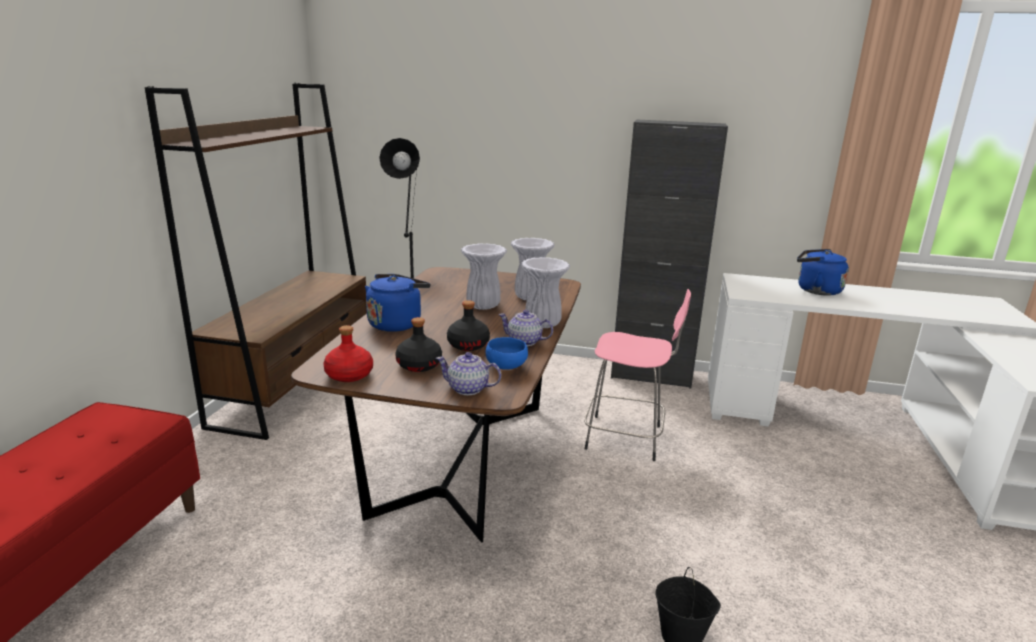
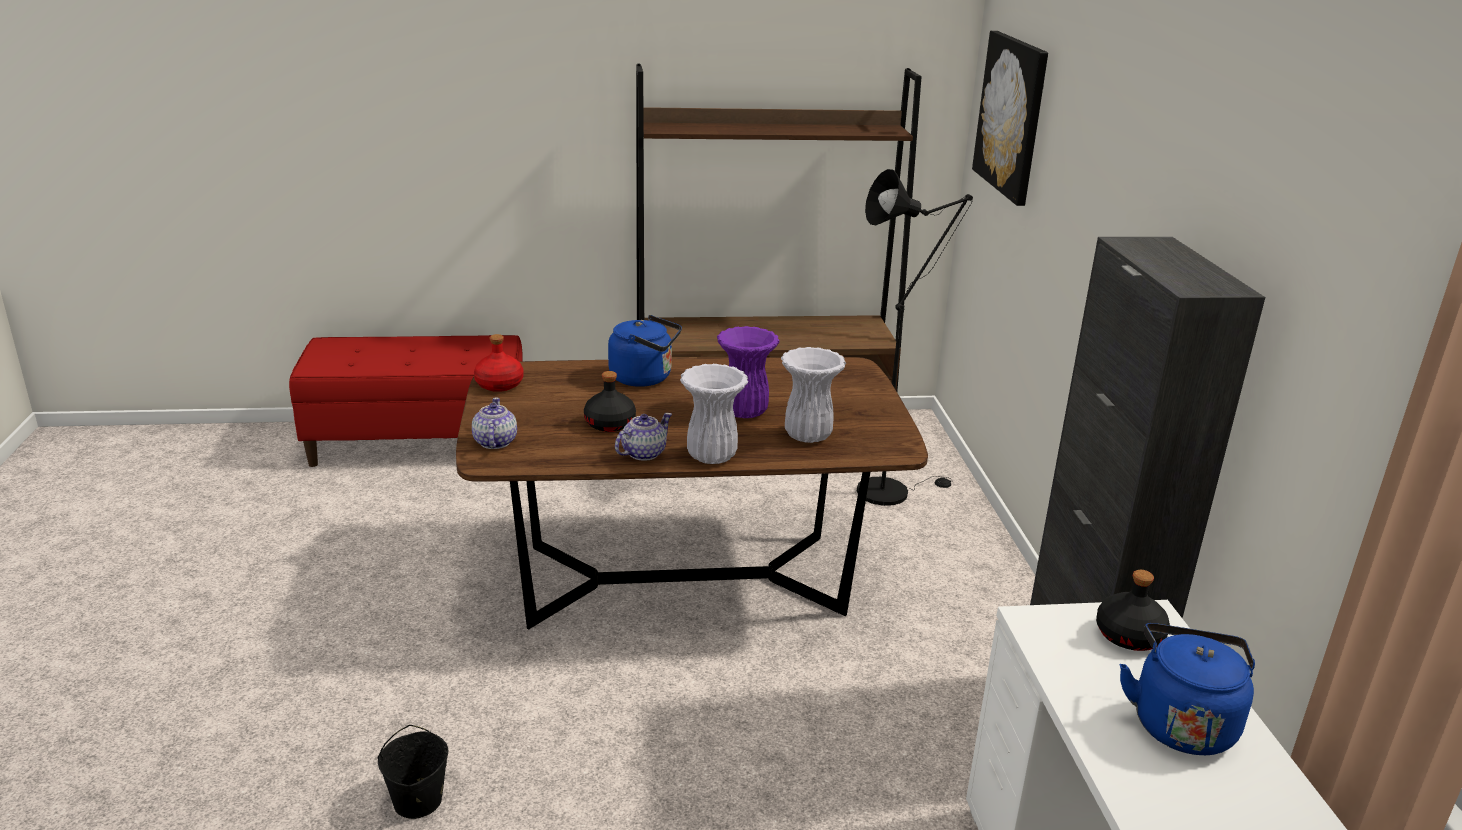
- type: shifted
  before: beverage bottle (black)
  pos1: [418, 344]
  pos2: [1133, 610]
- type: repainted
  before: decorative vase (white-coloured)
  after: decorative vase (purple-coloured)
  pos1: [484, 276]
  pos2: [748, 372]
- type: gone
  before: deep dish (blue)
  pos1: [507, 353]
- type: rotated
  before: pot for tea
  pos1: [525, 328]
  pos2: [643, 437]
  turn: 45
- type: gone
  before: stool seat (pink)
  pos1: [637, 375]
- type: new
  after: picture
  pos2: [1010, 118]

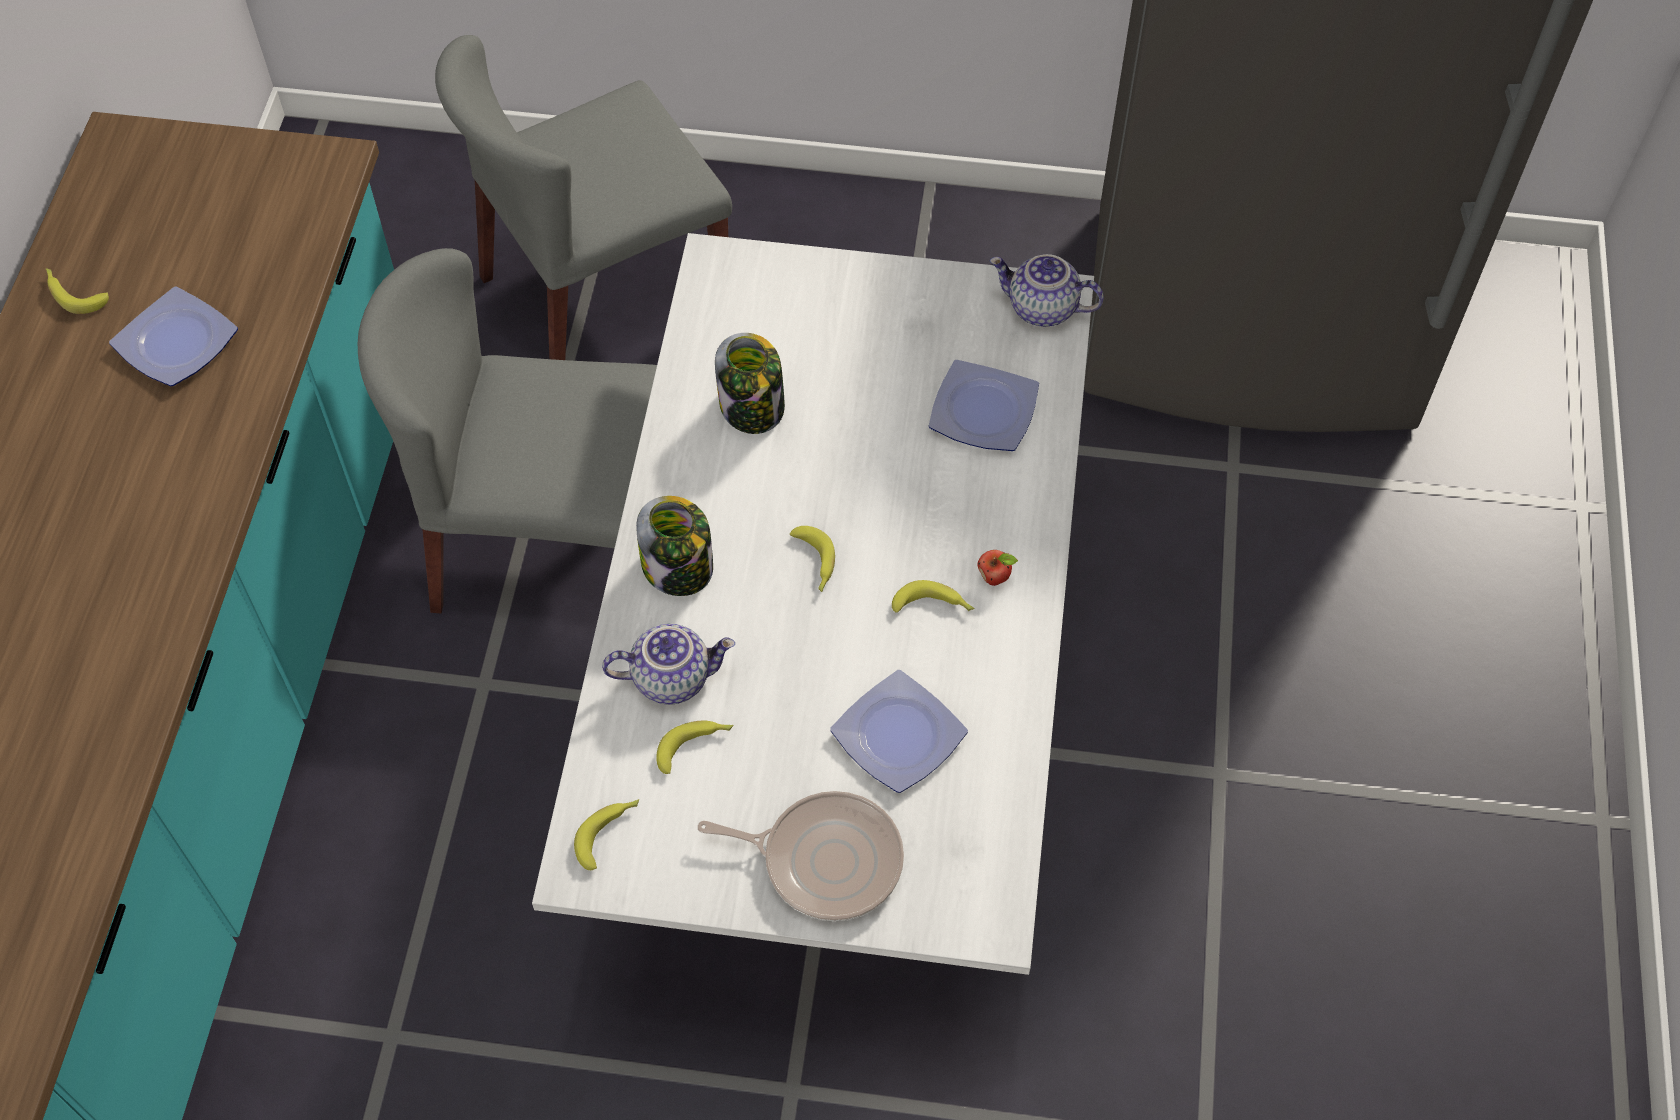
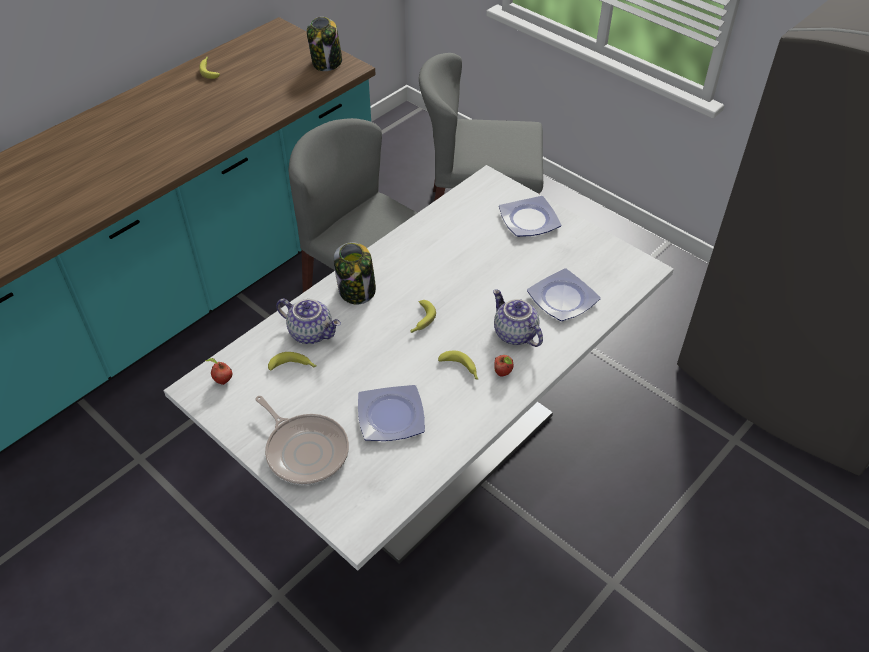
- type: shifted
  before: flat dish
  pos1: [173, 336]
  pos2: [530, 216]
- type: swapped
  before: banana
  after: apple fruit
  pos1: [606, 834]
  pos2: [218, 371]
- type: shifted
  before: jar
  pos1: [750, 383]
  pos2: [324, 44]
- type: shifted
  before: pot for tea
  pos1: [1046, 290]
  pos2: [518, 318]

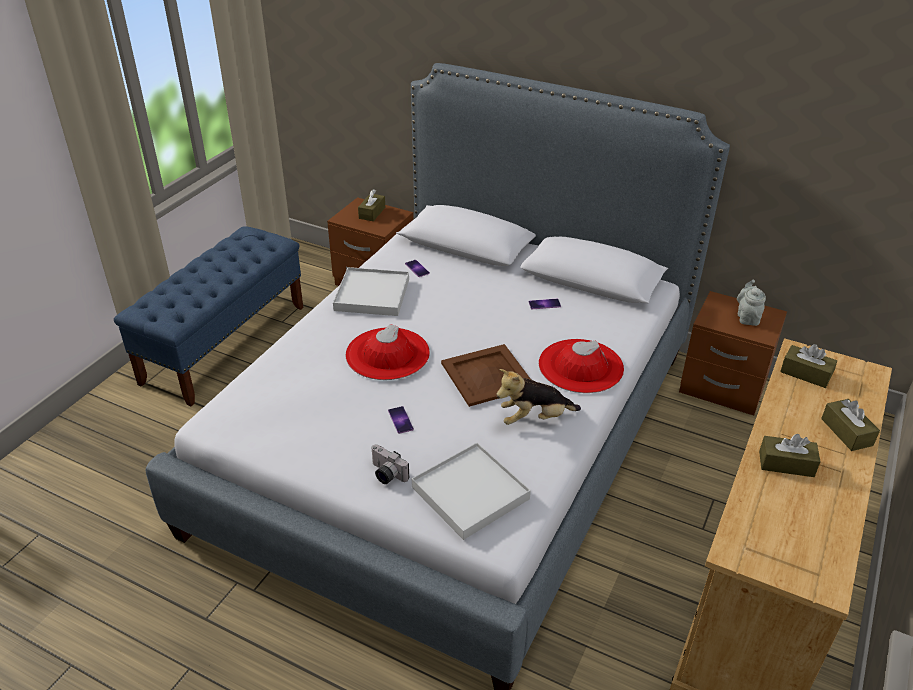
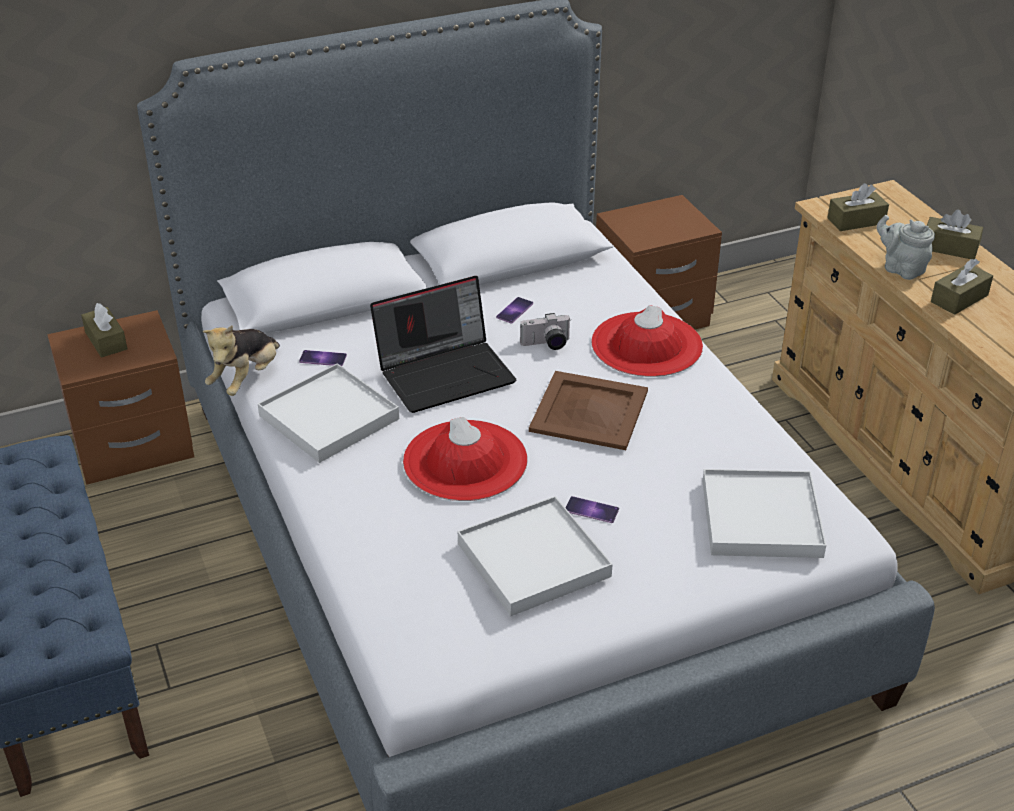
- type: shifted
  before: still camera
  pos1: [390, 464]
  pos2: [545, 331]
- type: shifted
  before: plush toy
  pos1: [538, 397]
  pos2: [241, 360]
- type: shifted
  before: pot for tea (gray)
  pos1: [751, 303]
  pos2: [906, 247]
- type: new
  after: notebook computer
  pos2: [443, 344]
- type: new
  after: carrying tray (white-coloured)
  pos2: [535, 556]

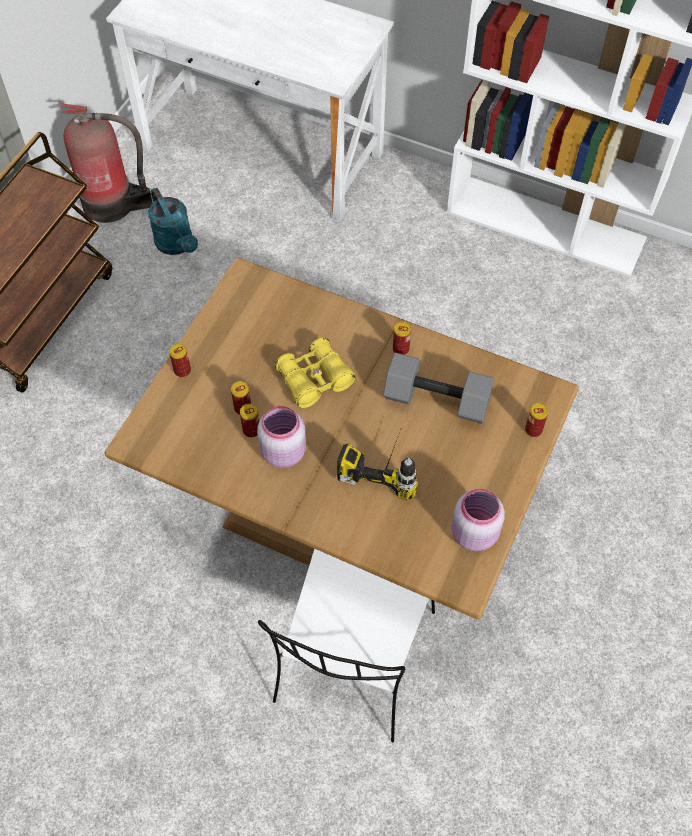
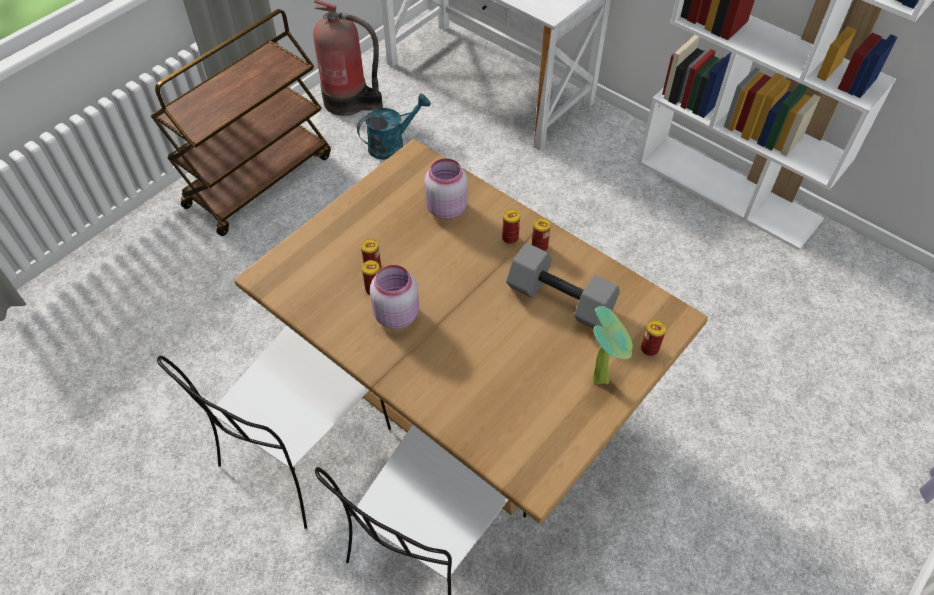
- type: rotated
  before: watering pot (blue-green)
  pos1: [173, 221]
  pos2: [394, 126]
  turn: -105
- type: shifted
  before: metal can
  pos1: [180, 360]
  pos2: [511, 226]
- type: gone
  before: binoculars (yellow-coloured)
  pos1: [315, 372]
- type: gone
  before: electric drill
  pos1: [377, 463]
- type: shifted
  before: jar (pink)
  pos1: [478, 520]
  pos2: [446, 189]
- type: new
  after: chair (white-coloured)
  pos2: [274, 427]
- type: new
  after: potted plant
  pos2: [613, 345]

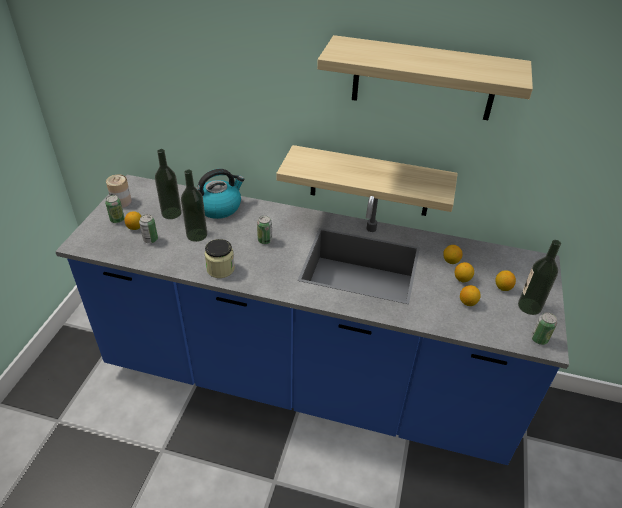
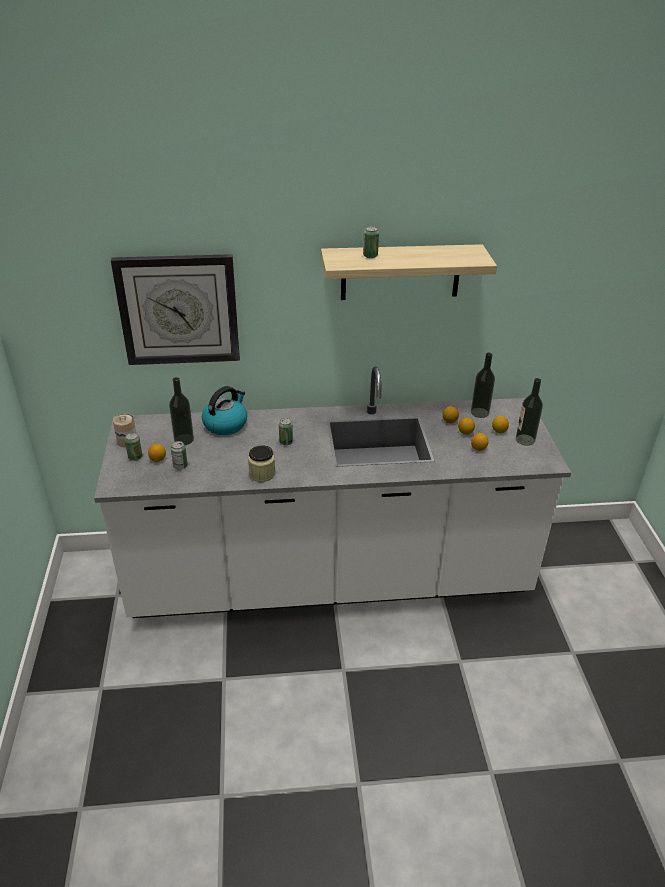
- type: repainted
  before: kitchen counter (blue)
  after: kitchen counter (white-coloured)
  pos1: [312, 320]
  pos2: [332, 492]
- type: shifted
  before: beverage bottle
  pos1: [194, 206]
  pos2: [483, 385]
- type: gone
  before: wall shelf
  pos1: [367, 180]
- type: shifted
  before: metal can
  pos1: [544, 328]
  pos2: [371, 242]
- type: new
  after: hanging clock
  pos2: [175, 309]

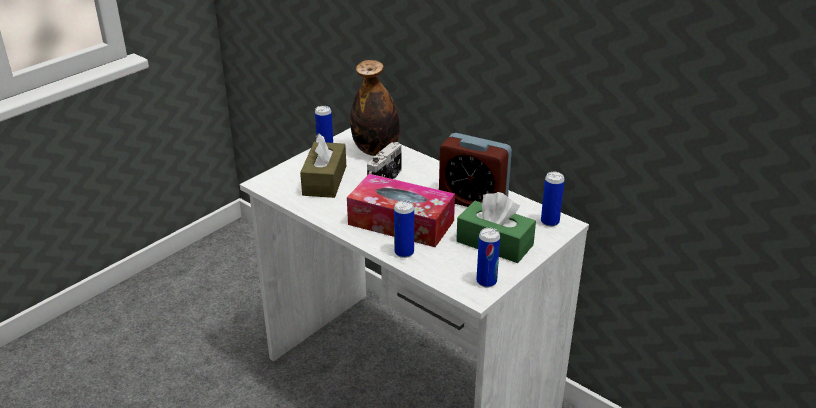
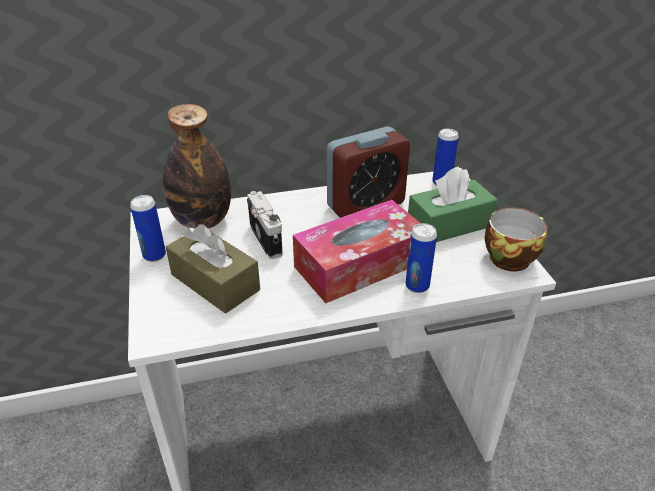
- type: swapped
  before: metal can
  after: drinking cup
  pos1: [488, 257]
  pos2: [516, 239]

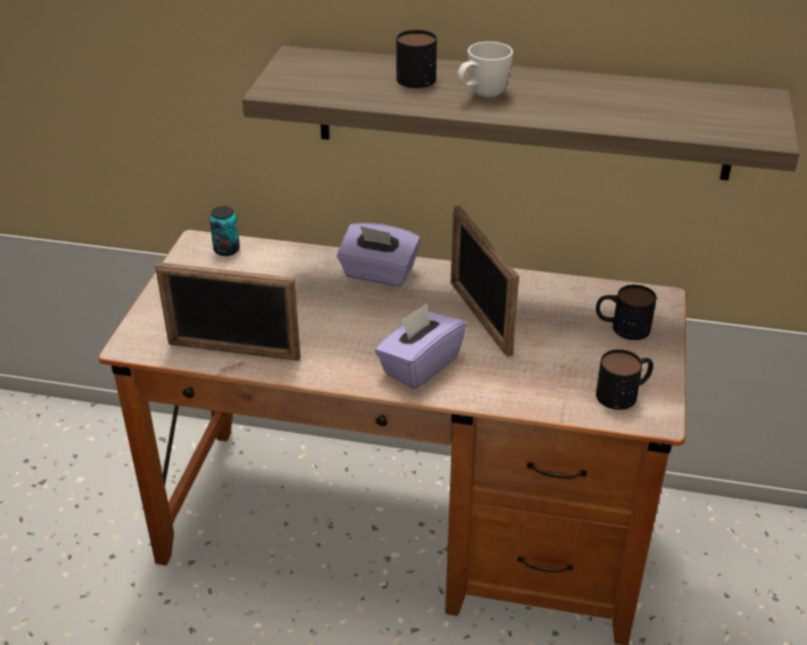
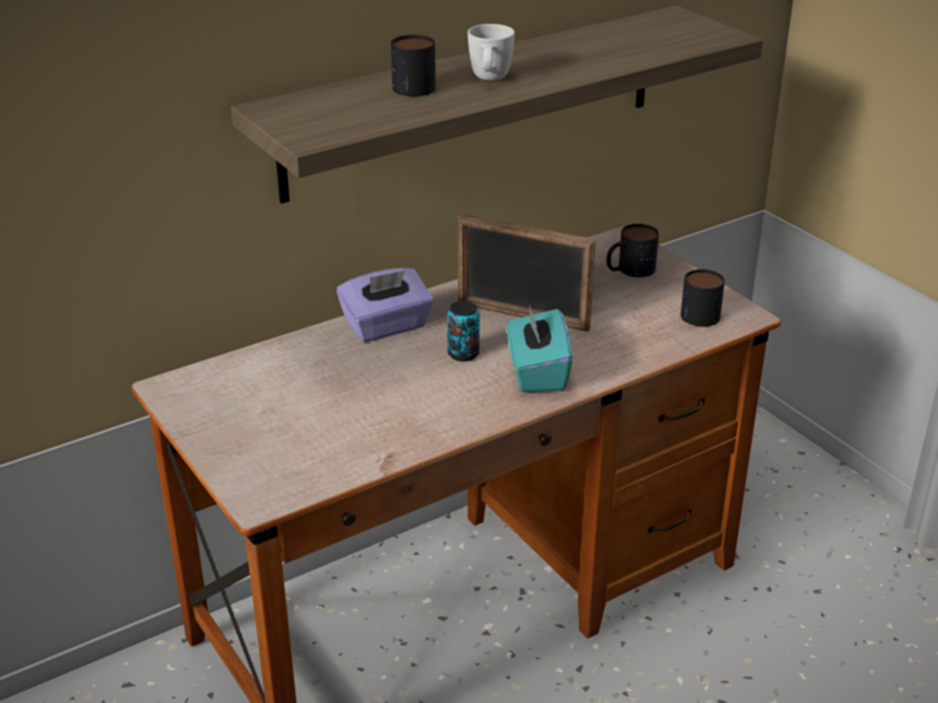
- type: gone
  before: picture frame
  pos1: [227, 311]
- type: shifted
  before: metal can
  pos1: [224, 231]
  pos2: [463, 331]
- type: repainted
  before: box of tissues (purple-coloured)
  after: box of tissues (blue-green)
  pos1: [420, 346]
  pos2: [539, 348]

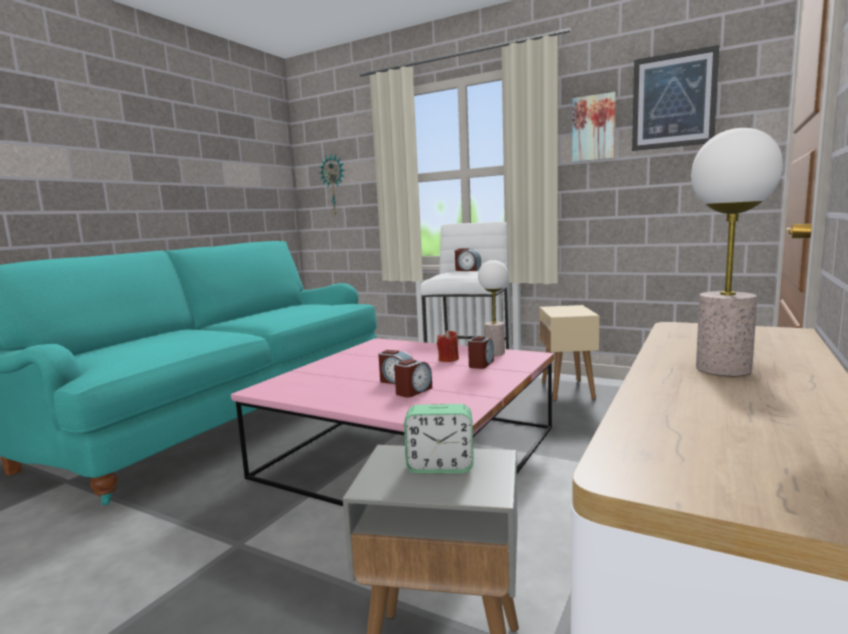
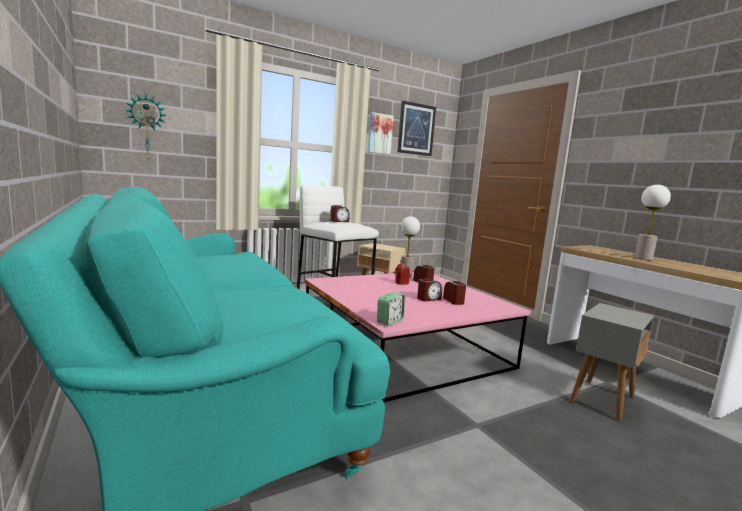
- type: shifted
  before: alarm clock
  pos1: [439, 439]
  pos2: [391, 309]

